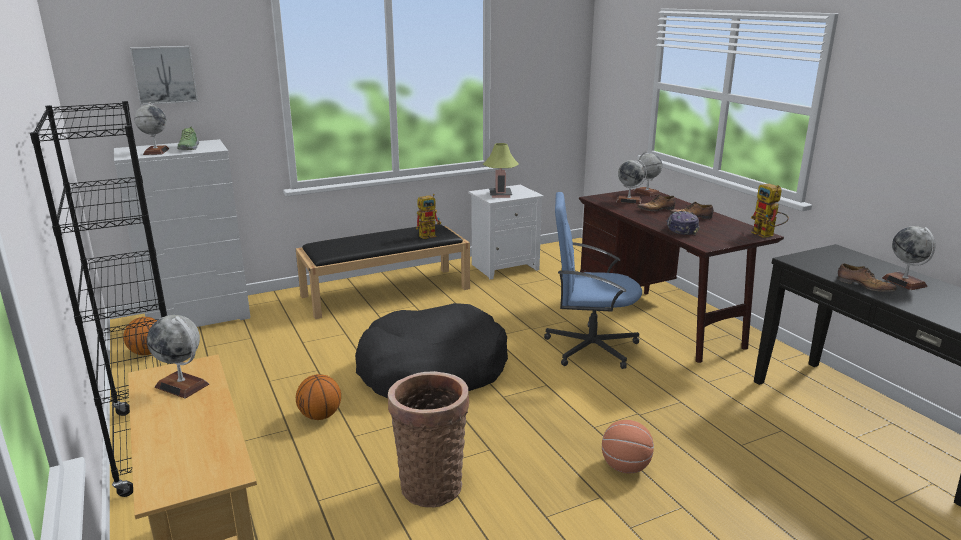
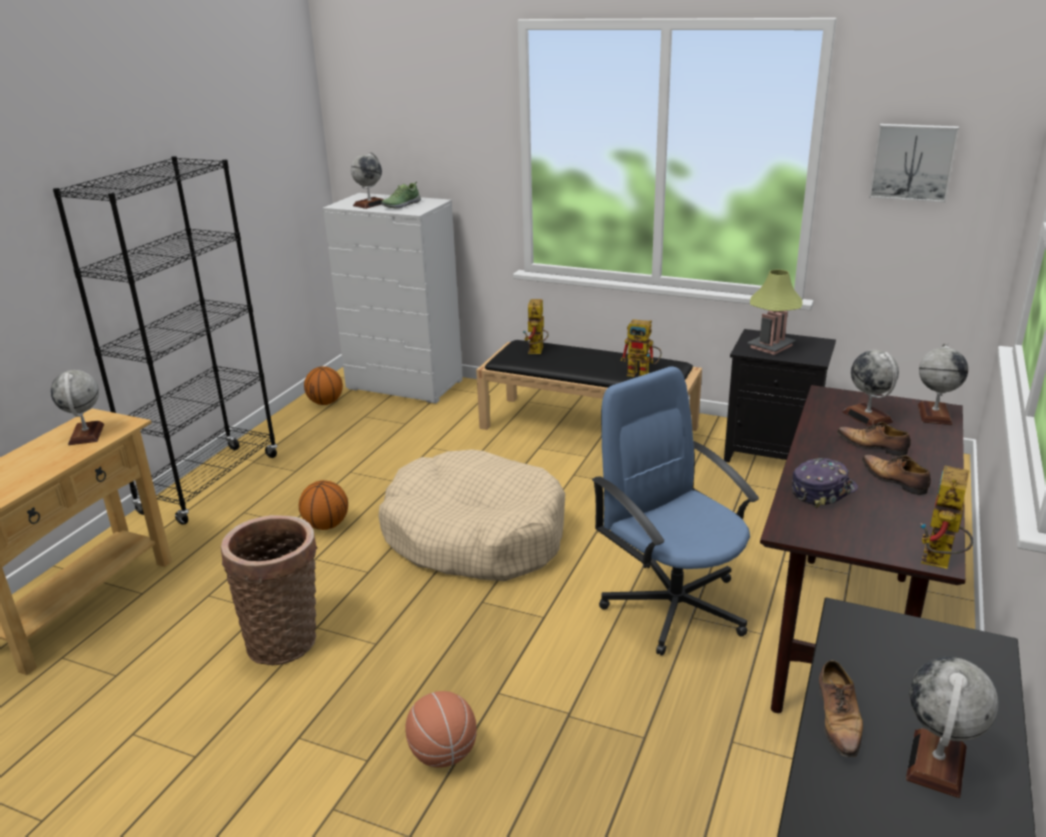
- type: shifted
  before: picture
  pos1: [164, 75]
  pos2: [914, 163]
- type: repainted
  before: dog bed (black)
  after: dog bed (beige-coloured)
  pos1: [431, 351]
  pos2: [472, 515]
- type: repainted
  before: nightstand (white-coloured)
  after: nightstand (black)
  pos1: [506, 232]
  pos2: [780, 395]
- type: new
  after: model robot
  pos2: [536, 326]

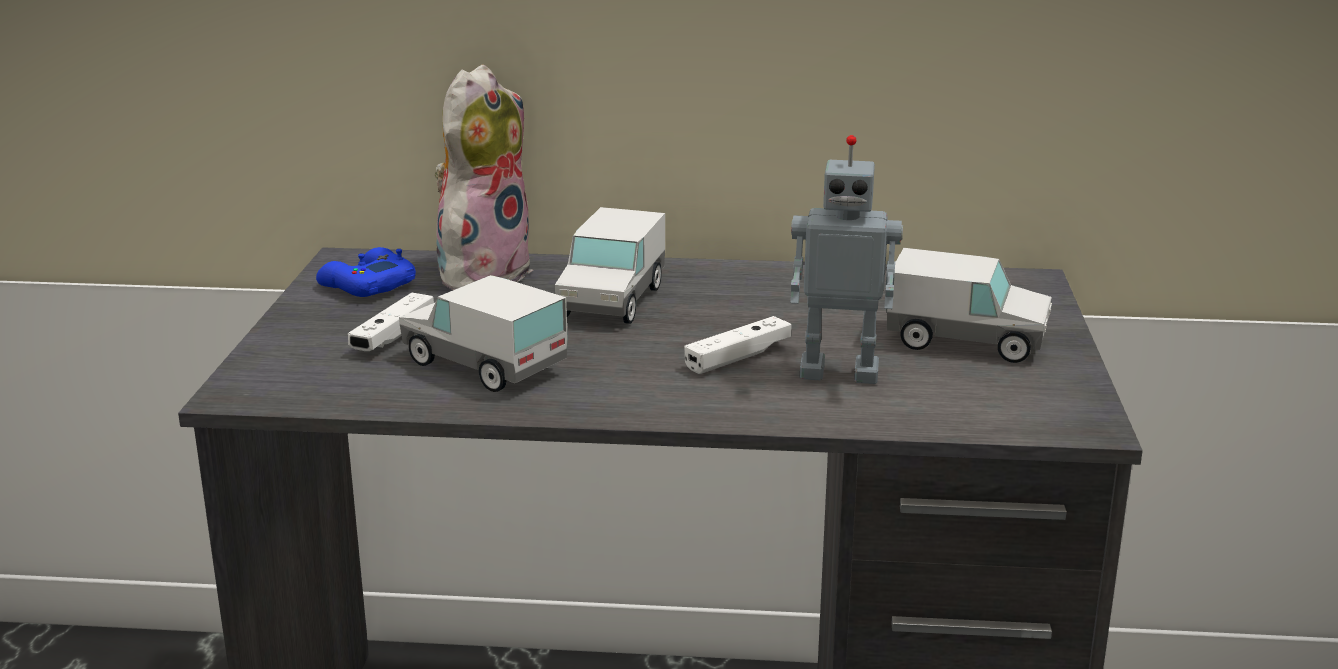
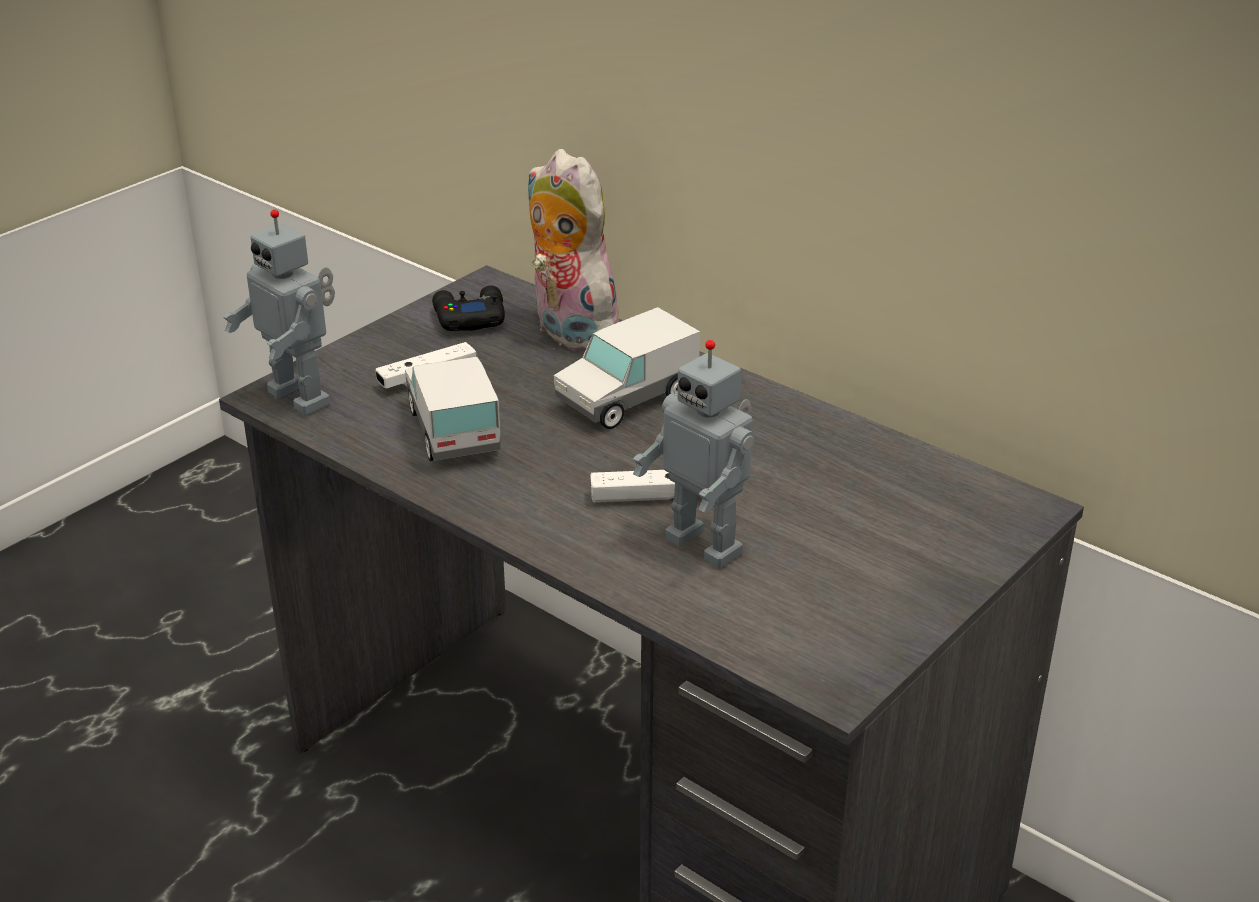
- type: repainted
  before: game controller (blue)
  after: game controller (black)
  pos1: [366, 272]
  pos2: [468, 308]
- type: rotated
  before: plush toy
  pos1: [484, 177]
  pos2: [573, 250]
  turn: -105
- type: gone
  before: toy truck
  pos1: [969, 305]
- type: new
  after: model robot
  pos2: [278, 313]

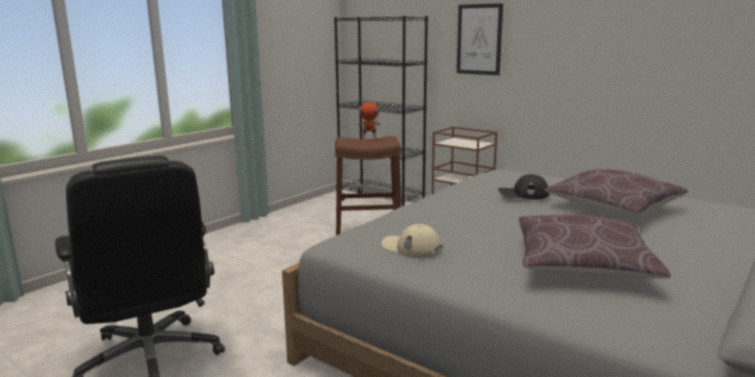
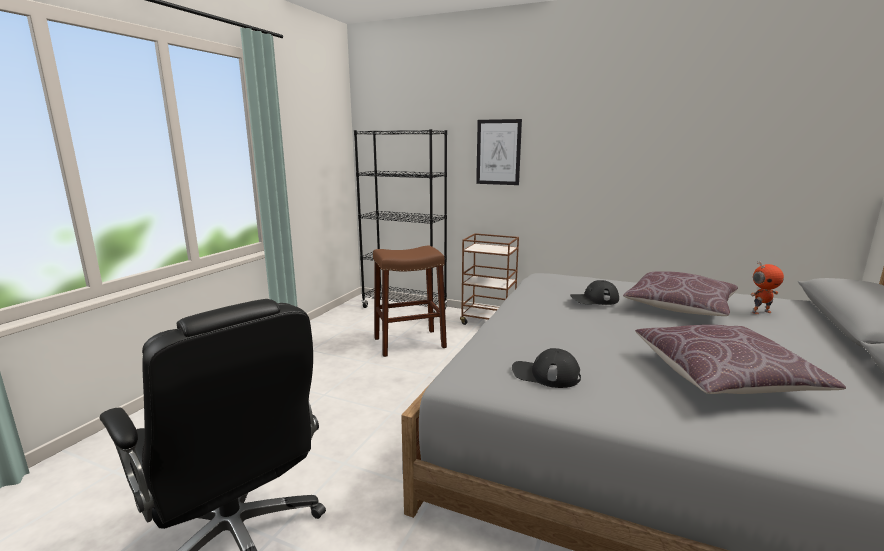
- type: shifted
  before: model robot
  pos1: [369, 119]
  pos2: [767, 287]
- type: repainted
  before: baseball cap (beige-coloured)
  after: baseball cap (black)
  pos1: [412, 241]
  pos2: [546, 368]

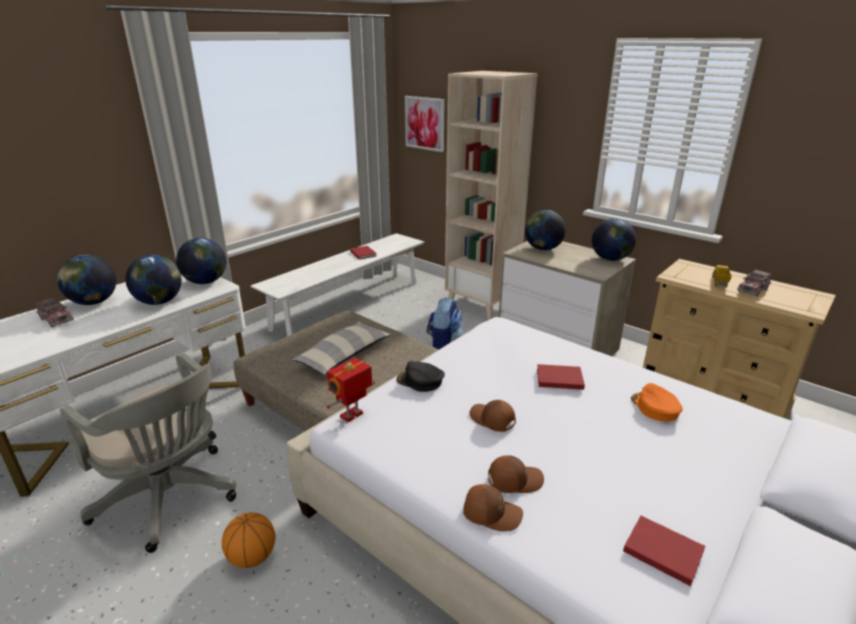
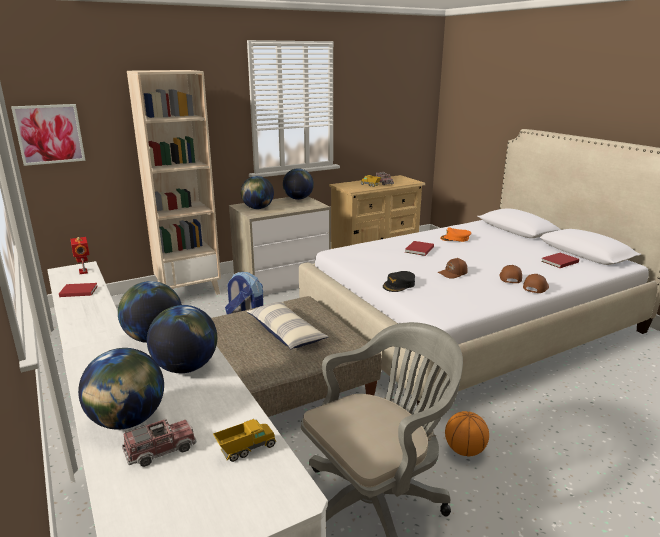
- type: shifted
  before: model robot
  pos1: [350, 390]
  pos2: [80, 255]
- type: new
  after: toy truck
  pos2: [244, 440]

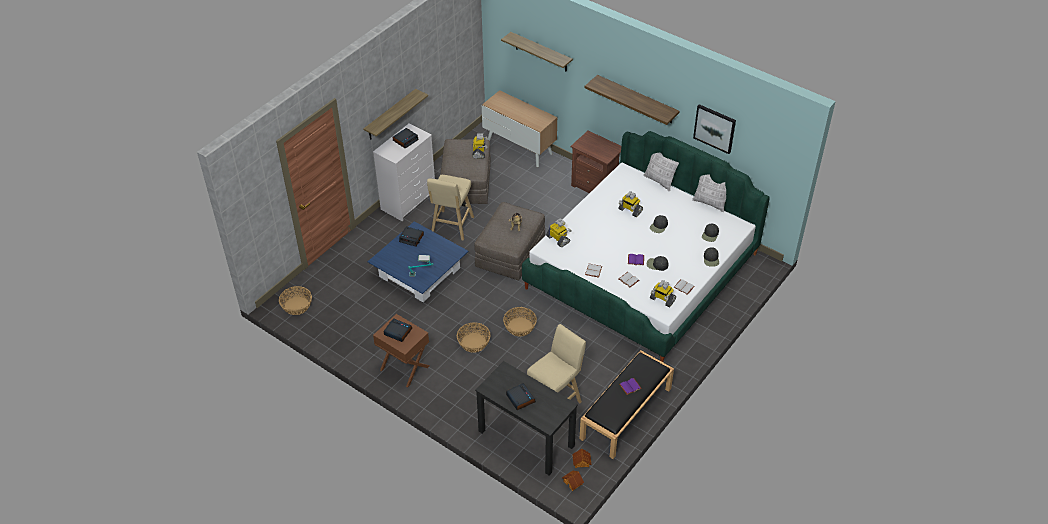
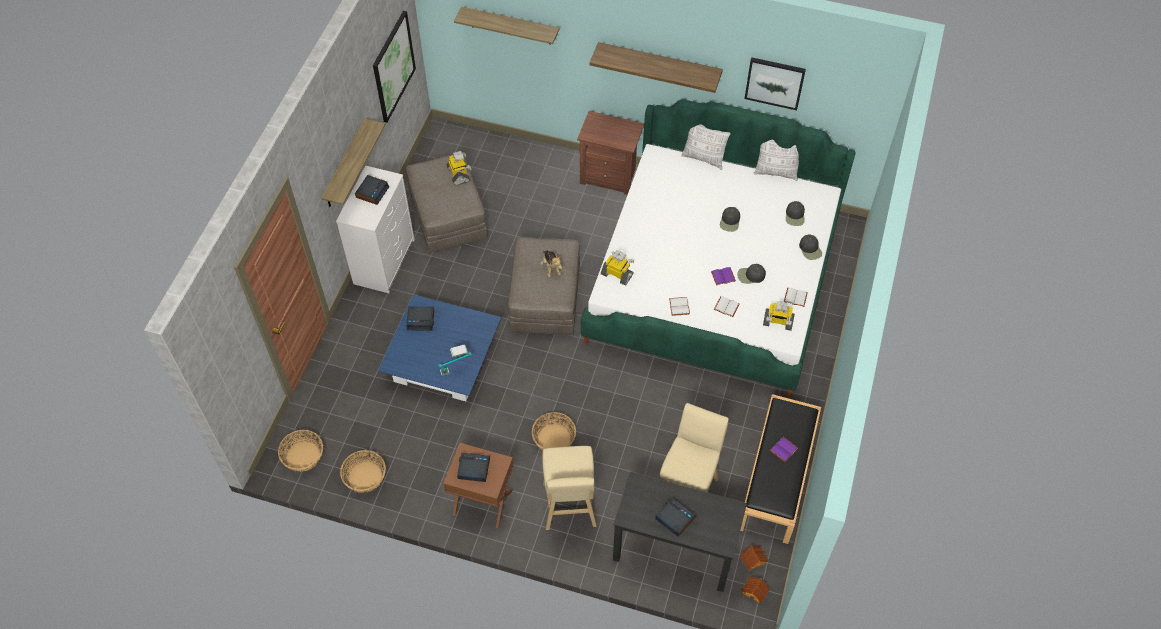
- type: shifted
  before: stool seat (beige-coloured)
  pos1: [450, 207]
  pos2: [569, 488]
- type: gone
  before: cupboard
  pos1: [519, 128]
- type: shifted
  before: basket
  pos1: [520, 321]
  pos2: [363, 471]
- type: gone
  before: model robot
  pos1: [630, 204]
- type: new
  after: picture
  pos2: [394, 67]

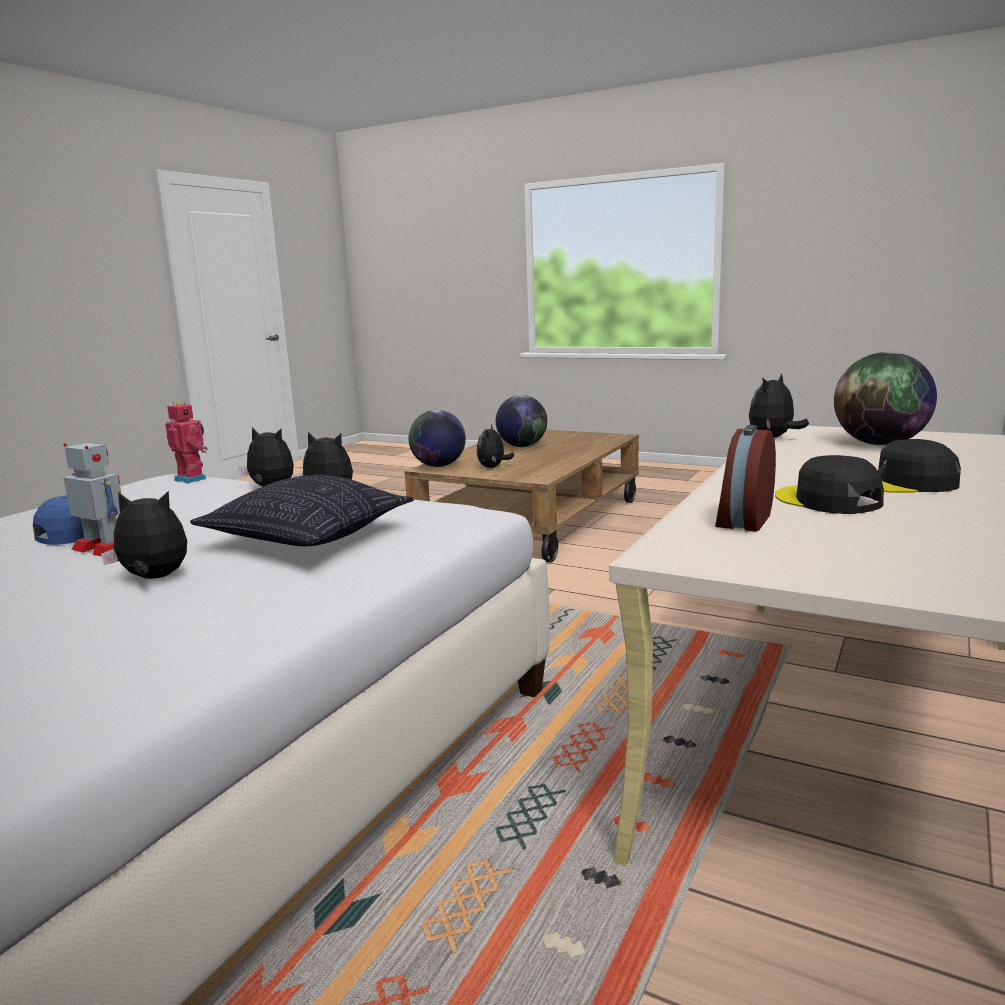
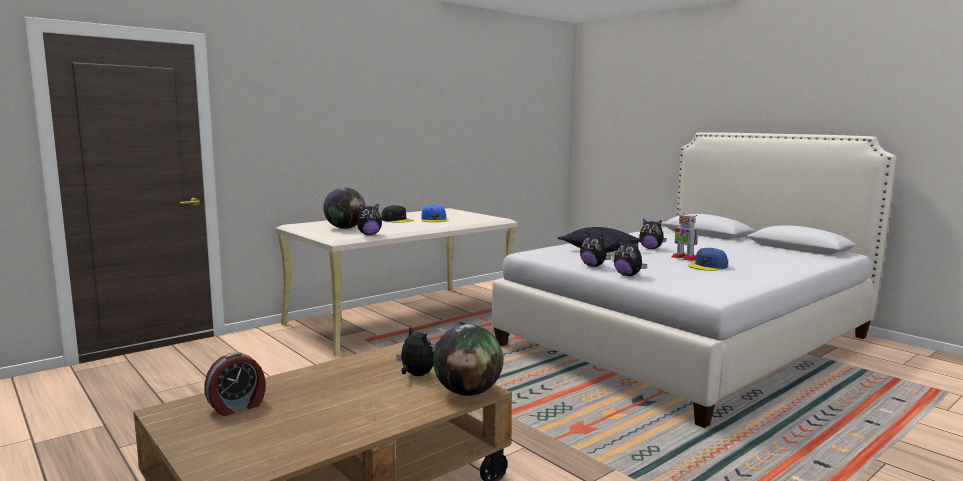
- type: gone
  before: model robot
  pos1: [186, 442]
- type: rotated
  before: plush toy
  pos1: [495, 446]
  pos2: [415, 351]
  turn: -75
- type: gone
  before: world globe
  pos1: [521, 421]
- type: shifted
  before: alarm clock
  pos1: [745, 478]
  pos2: [235, 384]
- type: repainted
  before: baseball cap (black)
  after: baseball cap (blue)
  pos1: [829, 484]
  pos2: [434, 213]

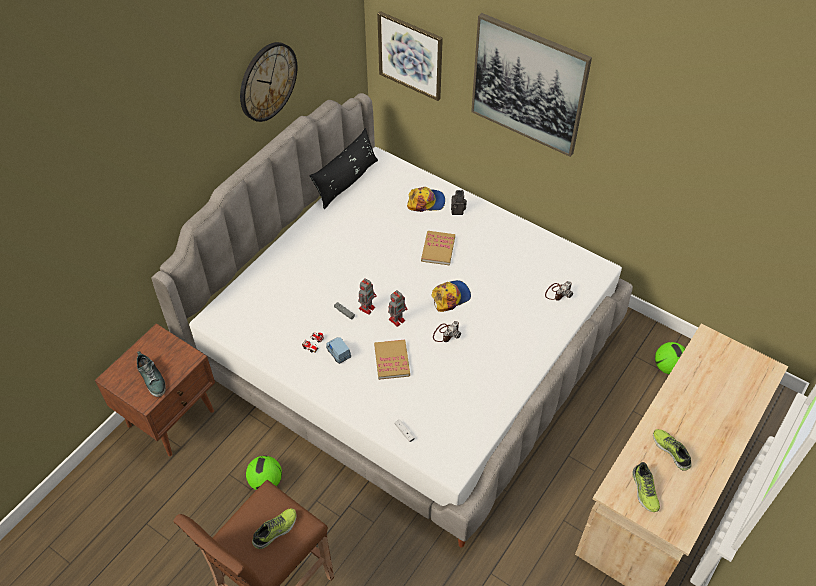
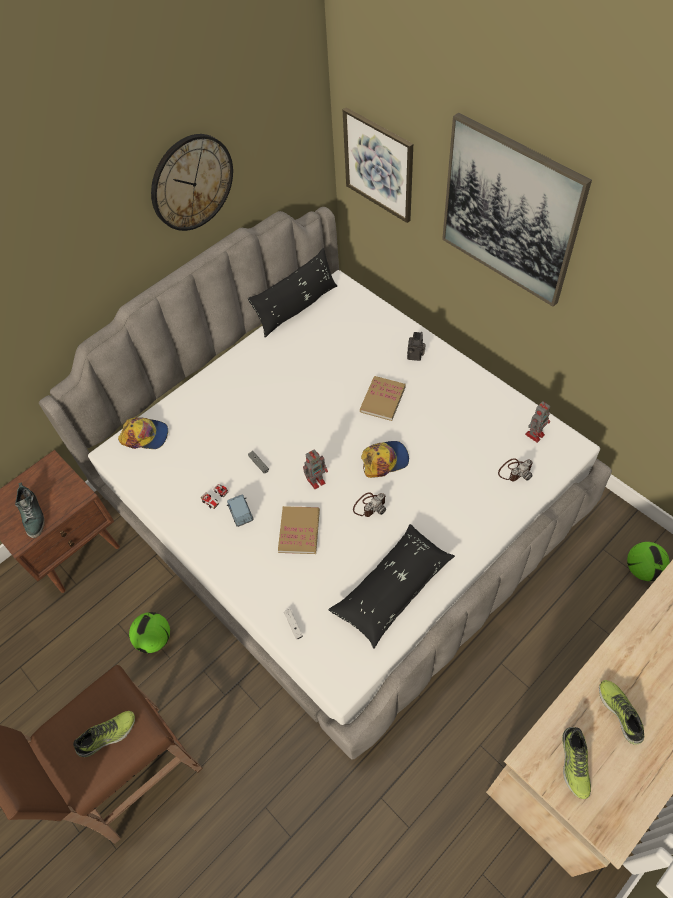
- type: shifted
  before: model robot
  pos1: [367, 296]
  pos2: [537, 422]
- type: shifted
  before: baseball cap
  pos1: [426, 199]
  pos2: [143, 433]
- type: new
  after: throw pillow (black)
  pos2: [391, 586]

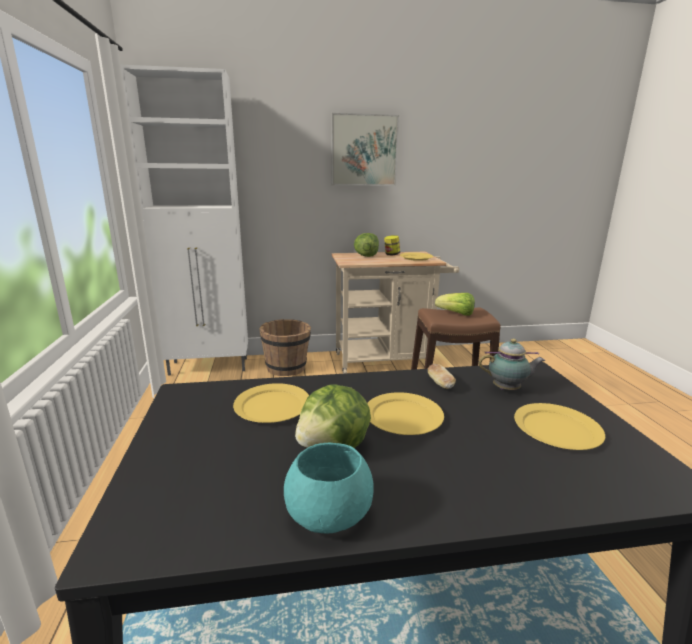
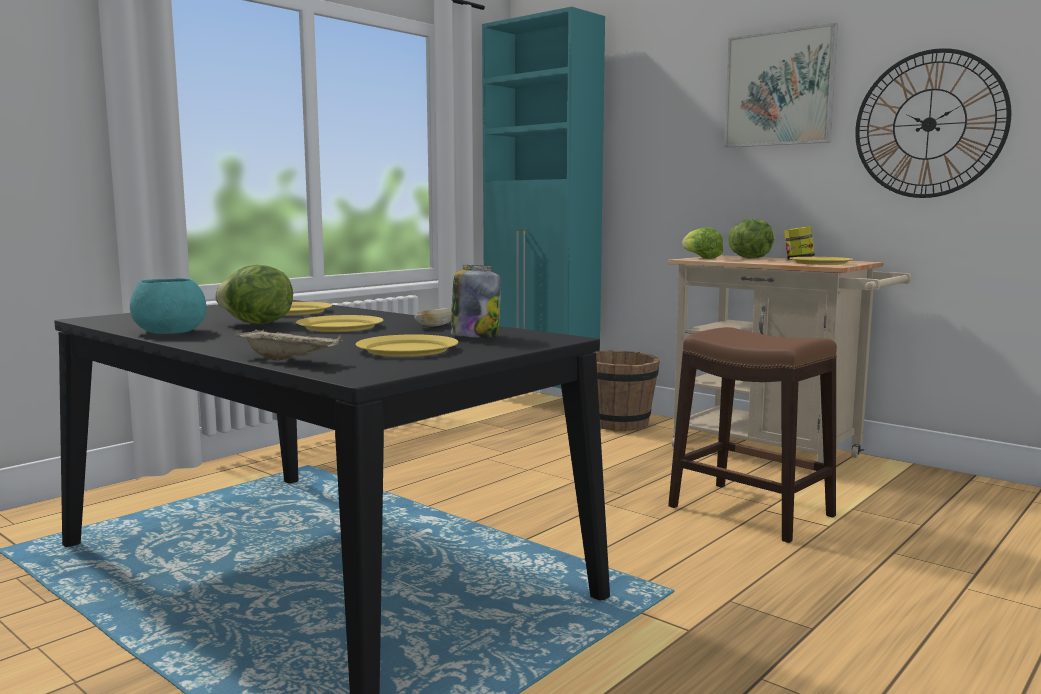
- type: repainted
  before: cupboard (white-coloured)
  after: cupboard (blue-green)
  pos1: [184, 220]
  pos2: [543, 197]
- type: shifted
  before: lettuce head
  pos1: [455, 304]
  pos2: [702, 243]
- type: swapped
  before: pot for tea
  after: jar
  pos1: [512, 364]
  pos2: [476, 301]
- type: new
  after: carrying tray (beige-coloured)
  pos2: [289, 345]
- type: new
  after: hanging clock
  pos2: [933, 123]

